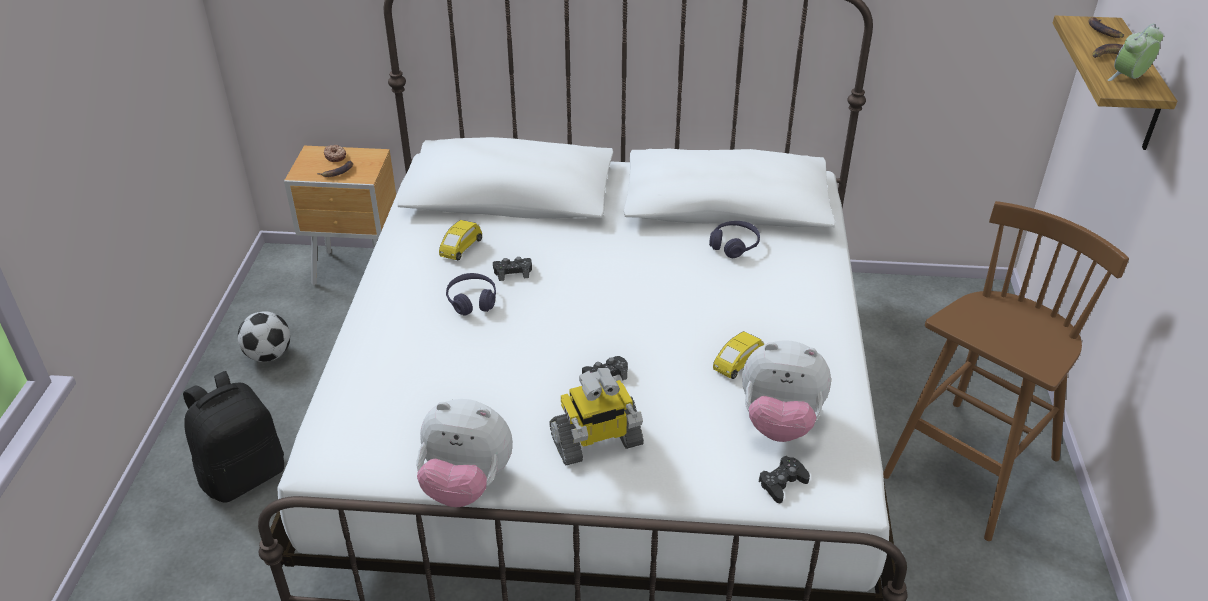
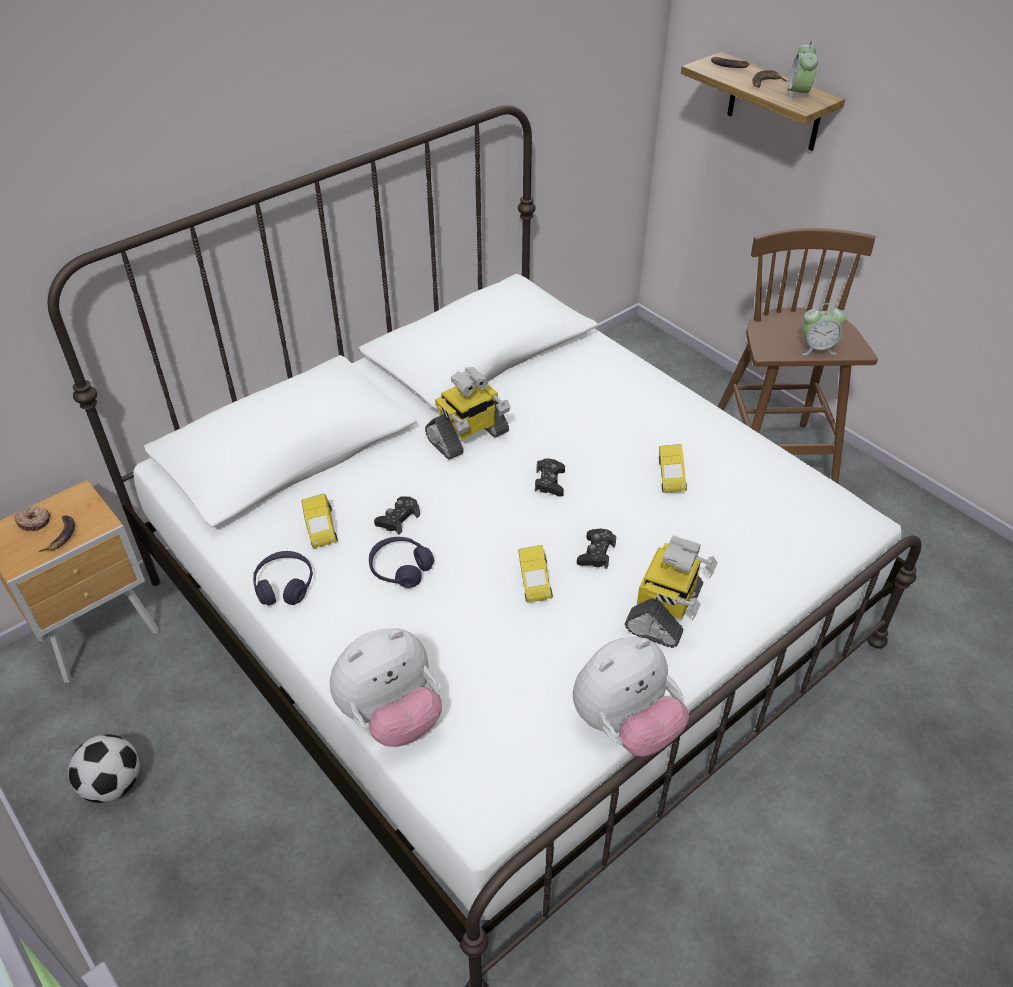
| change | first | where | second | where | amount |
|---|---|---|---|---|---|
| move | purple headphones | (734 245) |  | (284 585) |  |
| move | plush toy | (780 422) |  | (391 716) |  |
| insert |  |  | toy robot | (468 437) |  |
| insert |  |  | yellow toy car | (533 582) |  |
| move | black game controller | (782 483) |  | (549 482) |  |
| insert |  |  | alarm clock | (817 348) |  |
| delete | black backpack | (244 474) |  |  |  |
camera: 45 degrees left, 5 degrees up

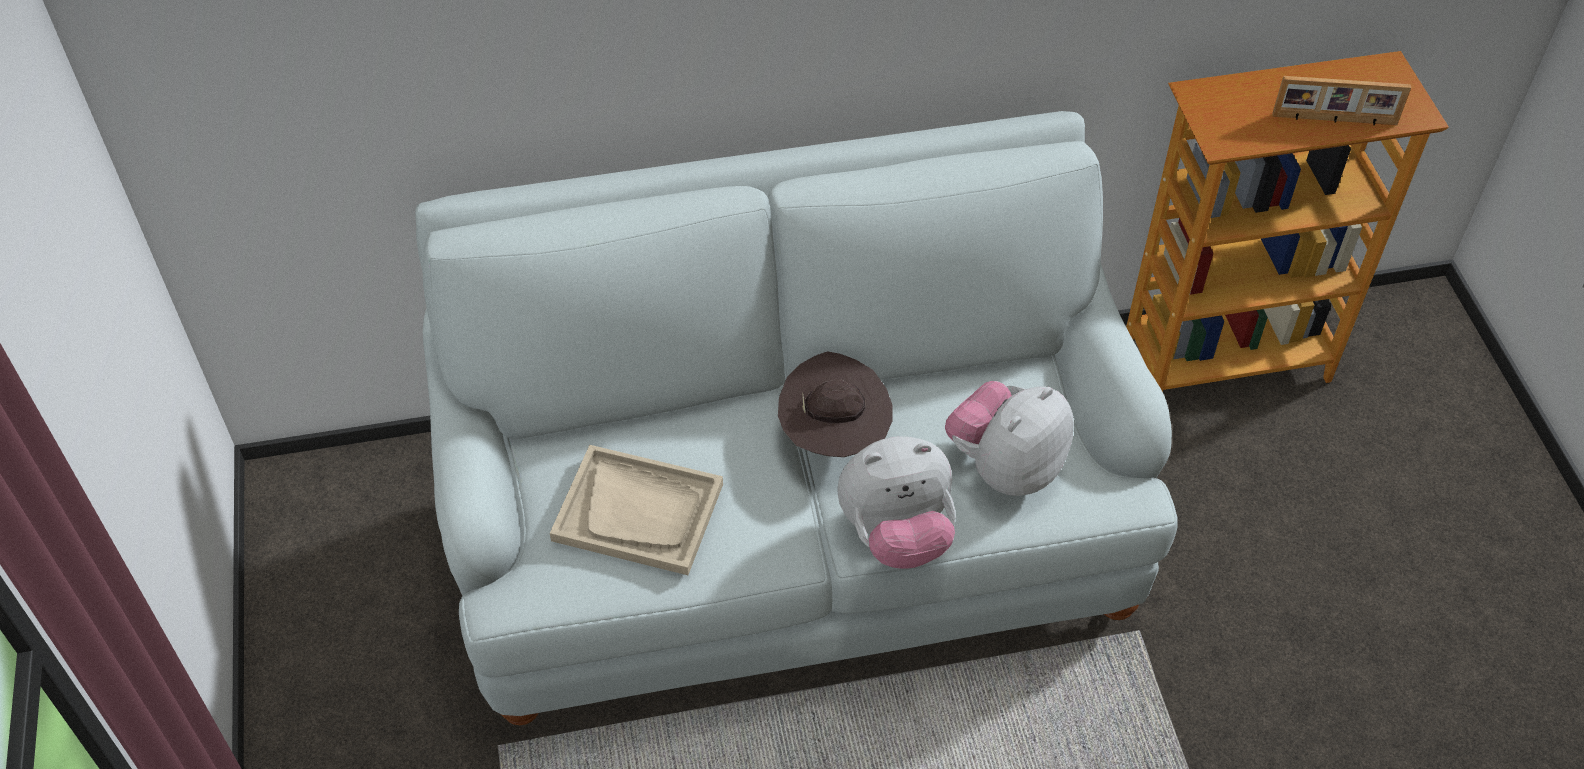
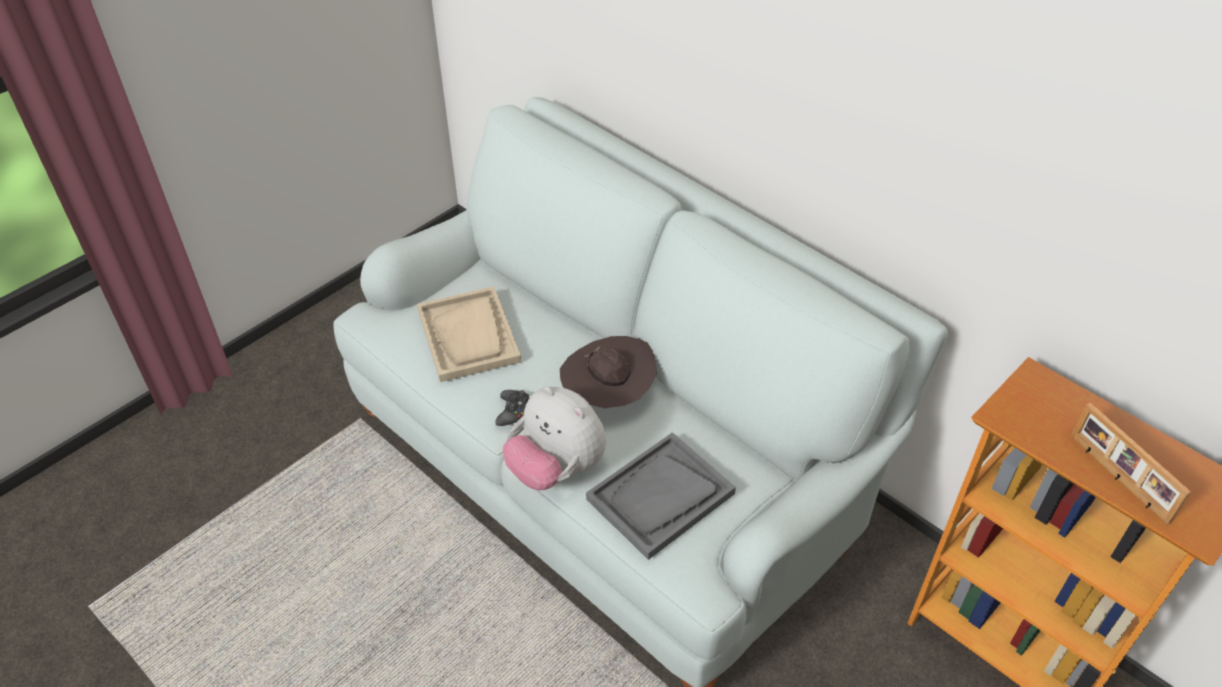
| change | first | where | second | where | amount |
|---|---|---|---|---|---|
| insert |  |  | black game controller | (513 412) |  |
| replace | plush toy | (1005 467) | grey tray | (660 497) |  |
camera: 55 degrees right, 5 degrees down

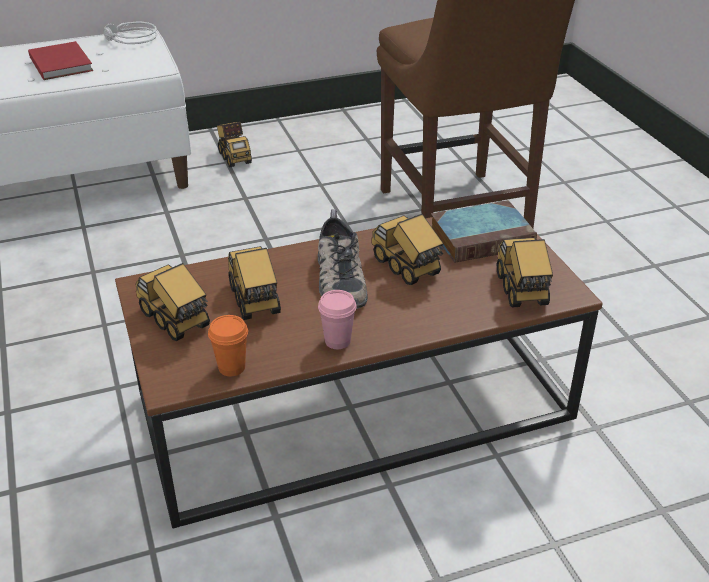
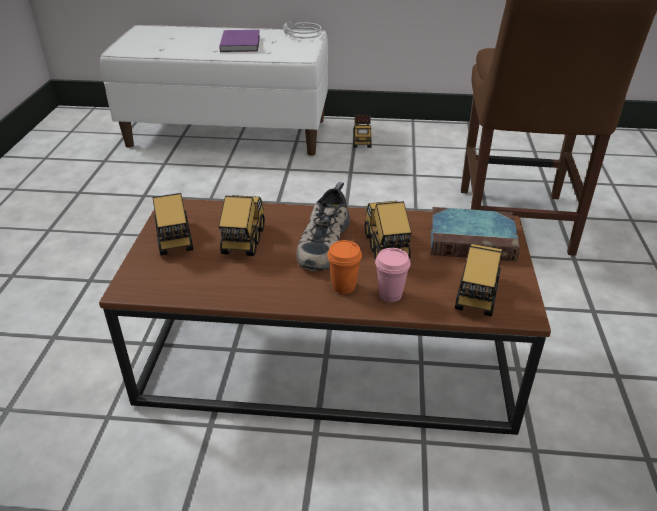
| change | first | where | second | where | amount |
|---|---|---|---|---|---|
| recolor | red book | (61 63) | purple book | (241 43) |  |
| move | orange cup | (232 367) |  | (344 286) |  |
| move | pink cup | (337 341) |  | (390 294) |  |
camera: 25 degrees right, 0 degrees up

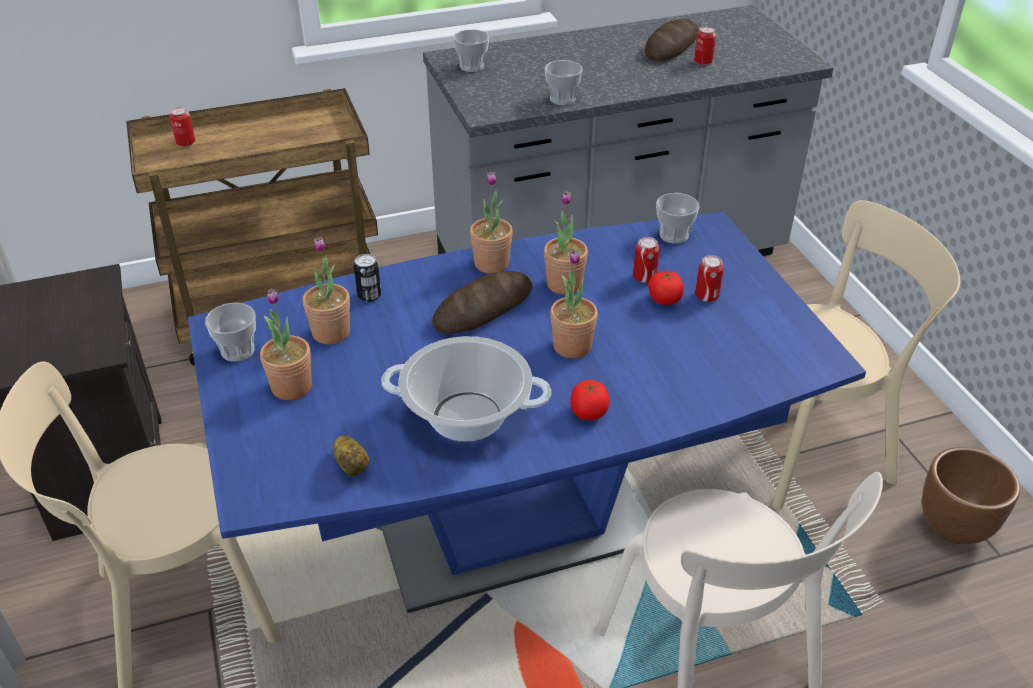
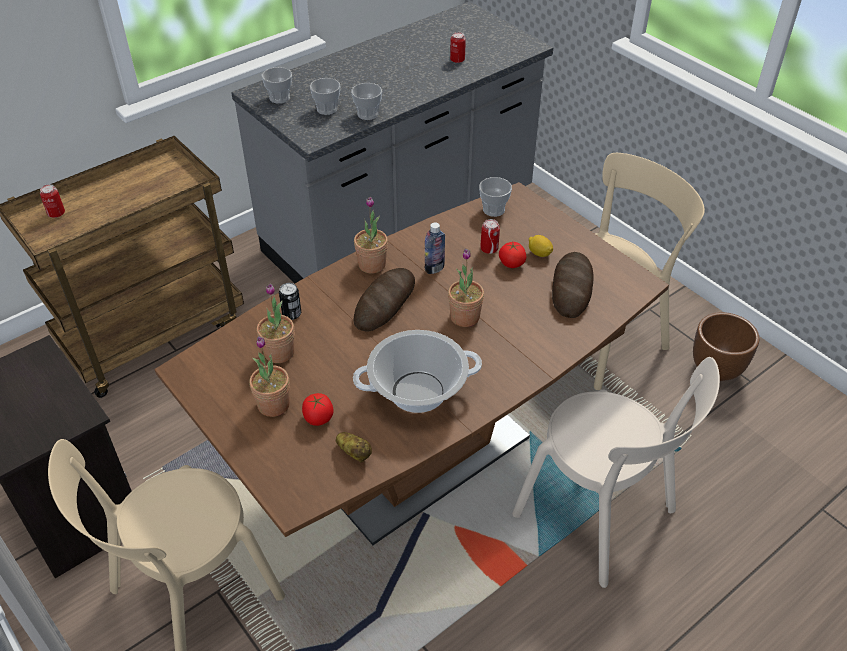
| change | first | where | second | where | amount |
|---|---|---|---|---|---|
| recolor | blue dining table | (516 529) | brown dining table | (423 458) |  |
| move | tomato | (588 412) |  | (318 418) |  |
| move | cup | (238 351) |  | (327 109) |  |
| replace | potted plant | (564 284) | bottle | (434 268) |  |
| replace | can | (706 296) | lemon | (539 253) |  |
| move | bread | (671 46) |  | (572 288) |  |
camera: 20 degrees left, 5 degrees up

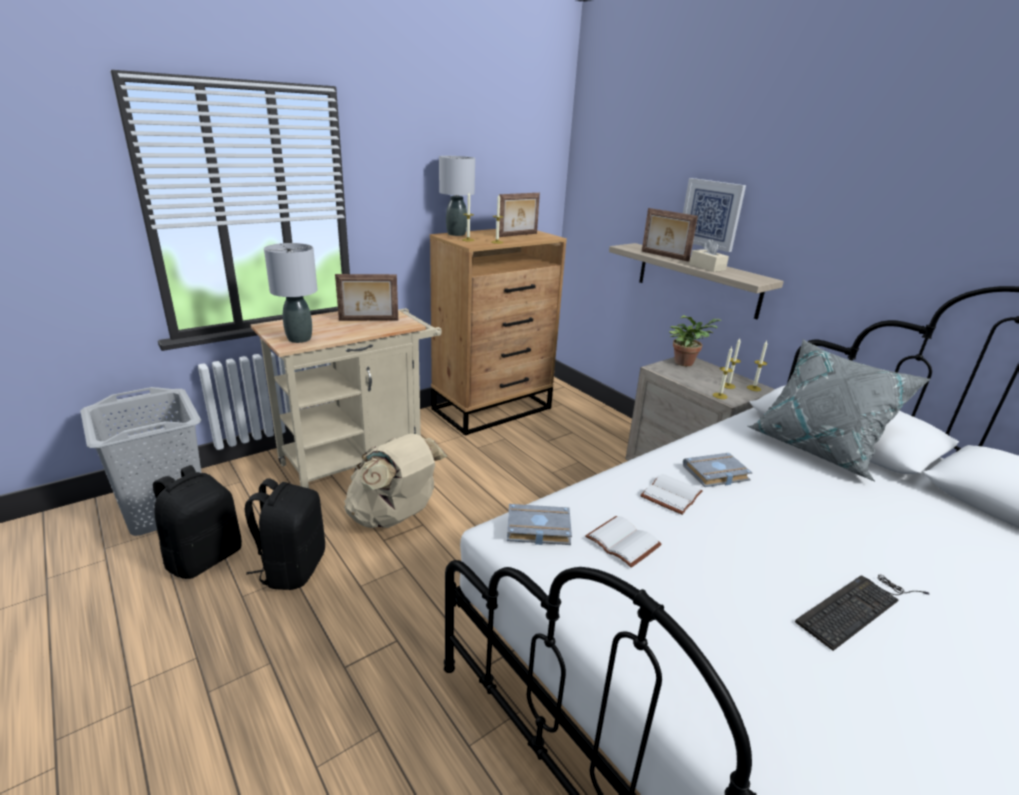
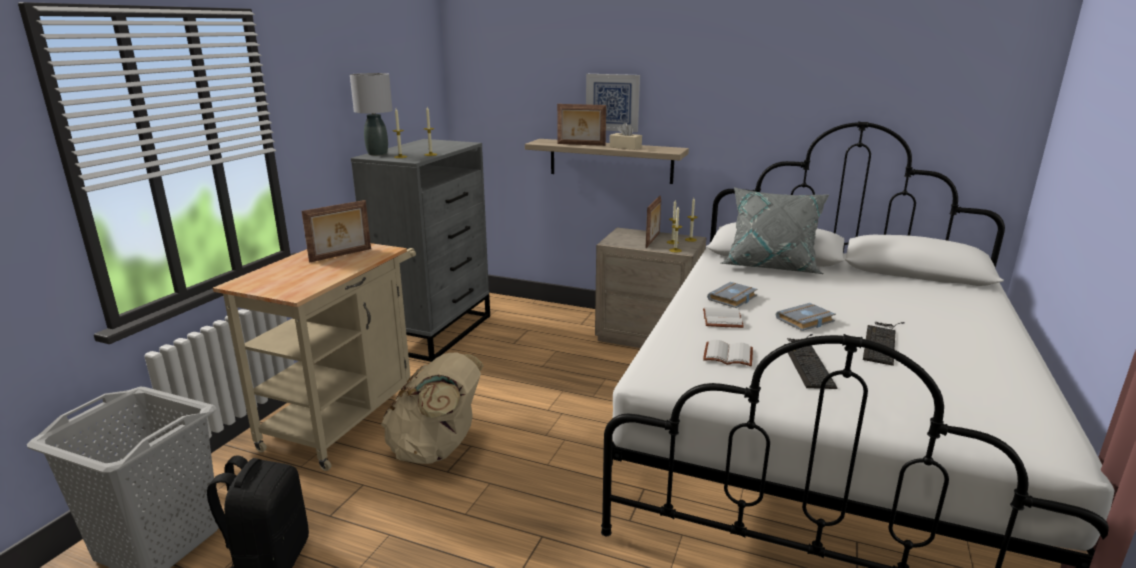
| change | first | where | second | where | amount |
|---|---|---|---|---|---|
| recolor | brown dresser | (493 408) | grey dresser | (436 331) |  |
| move | picture frame | (518 235) |  | (653 240) |  |
| move | grey book | (537 530) |  | (805 321) |  |
| insert |  |  | keyboard | (807 361) |  |
| delete | black backpack | (292 568) |  |  |  |
| delete | grey table lamp | (299 339) |  |  |  |
| delete | potted plant | (685 362) |  |  |  |
camera: 30 degrees left, 5 degrees down

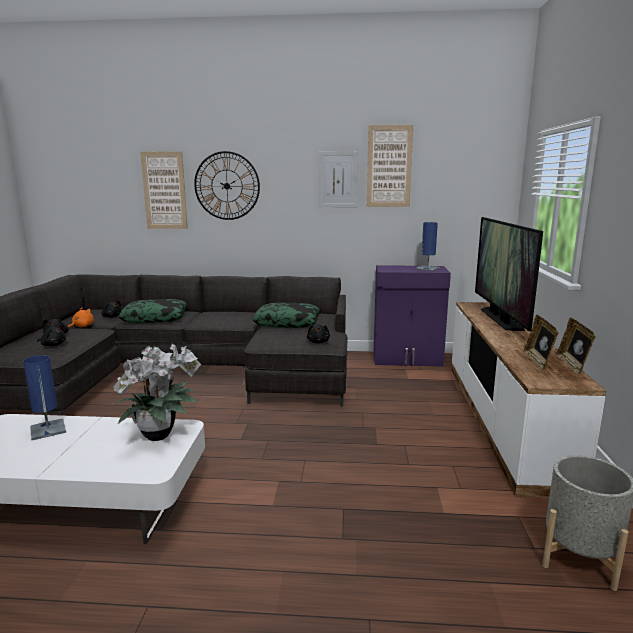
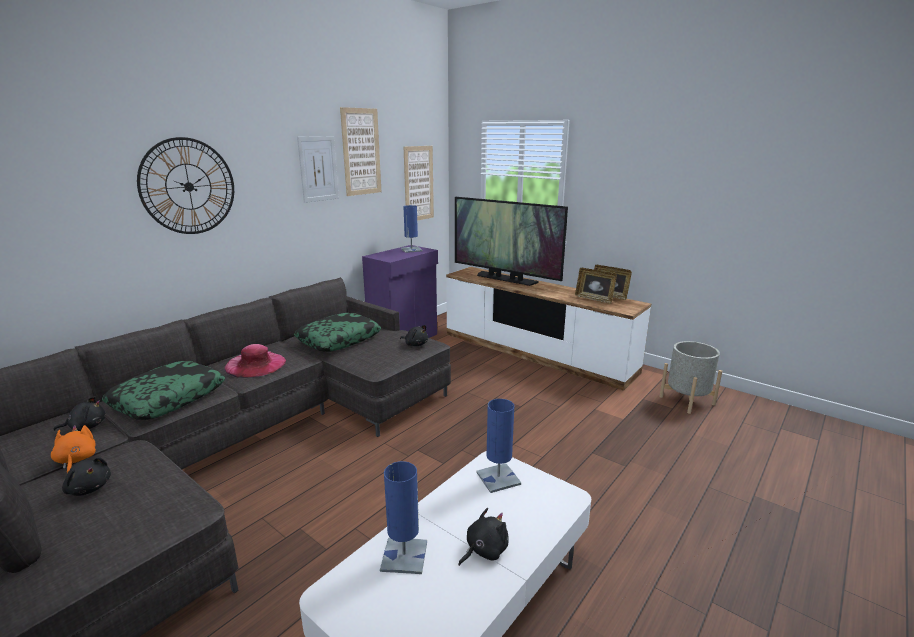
| change | first | where | second | where | amount |
|---|---|---|---|---|---|
| insert |  |  | pink hat | (255 364) |  |
| move | picture | (164 190) |  | (418 183) |  |
| move | black plush toy | (53 345) |  | (484 550) |  |
| replace | potted plant | (161 435) | blue table lamp | (498 478) |  |
camera: 55 degrees left, 5 degrees up

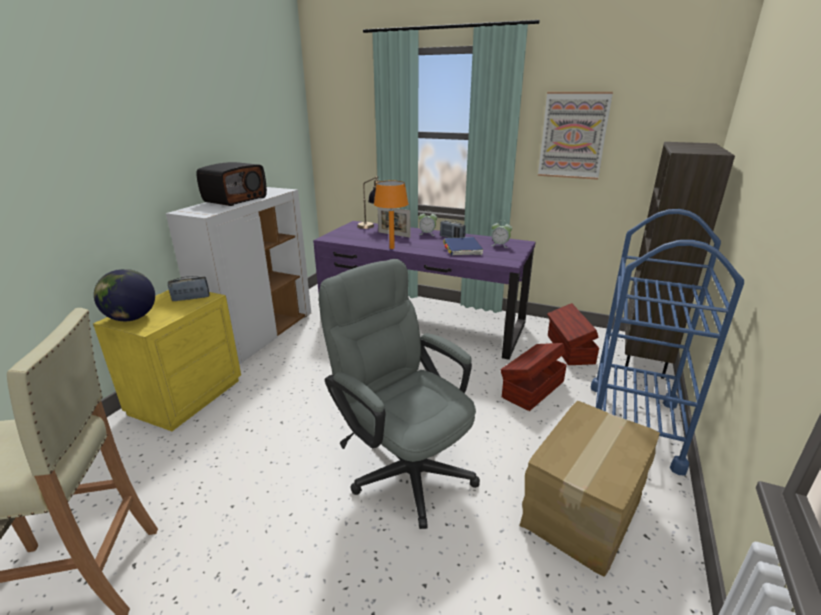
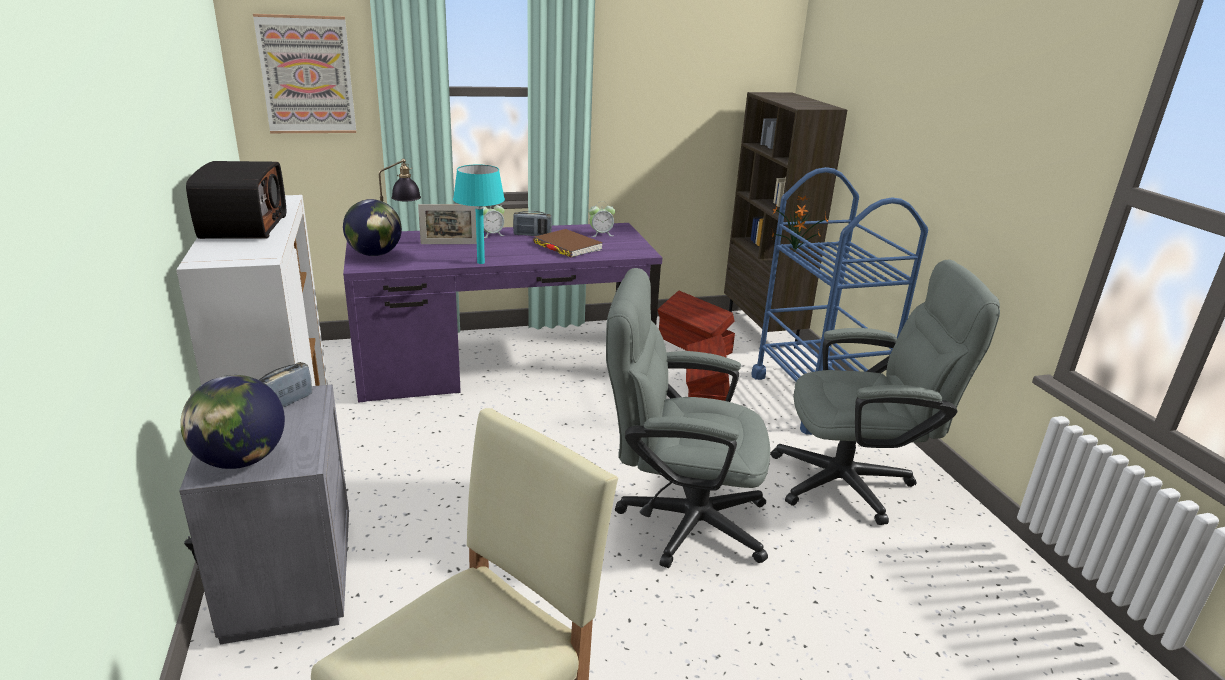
| change | first | where | second | where | amount |
|---|---|---|---|---|---|
| recolor | yellow nightstand | (185 397) | grey nightstand | (287 577) |  |
| move | picture | (573 136) |  | (307 75) |  |
| insert |  |  | globe | (375 254) |  |
| recolor | orange table lamp | (392 248) | turquoise table lamp | (481 262) |  |
| recolor | blue book | (462 249) | brown book | (567 247) |  |
| replace | cardboard box | (584 510) | grey office chair | (855 482) |  |
| insert |  |  | potted plant | (796 250) |  |
camera: 40 degrees left, 0 degrees up

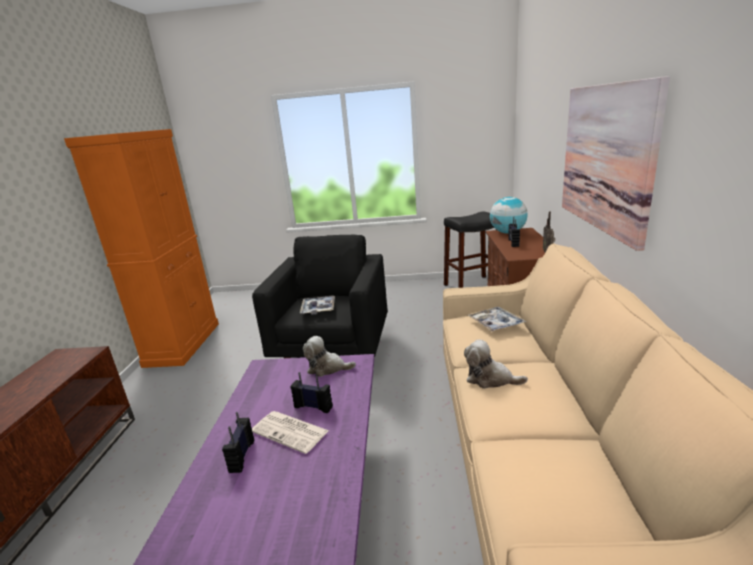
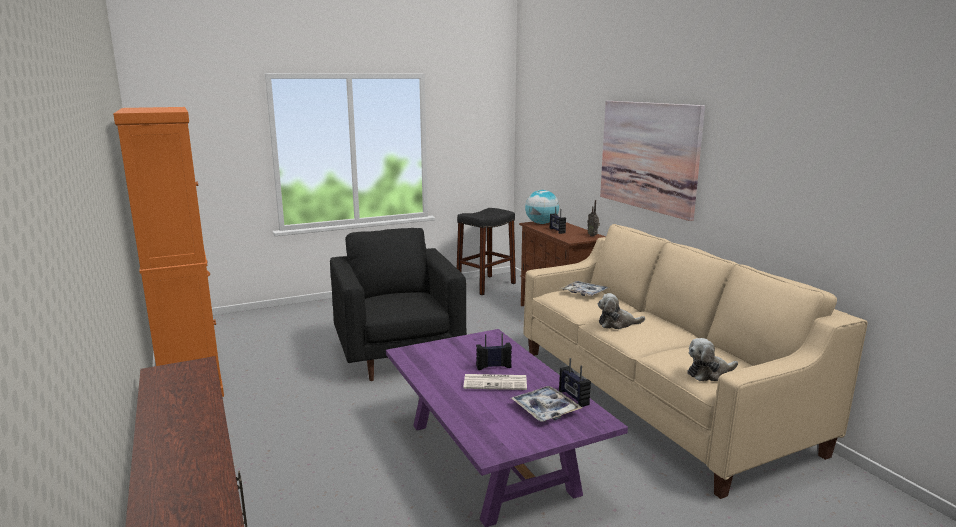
| change | first | where | second | where | amount |
|---|---|---|---|---|---|
| move | tray | (318 308) |  | (545 409) |  |
| move | radio | (241 456) |  | (573 398) |  |
| move | plush toy | (327 368) |  | (709 373) |  |
camera: 30 degrees left, 5 degrees down

